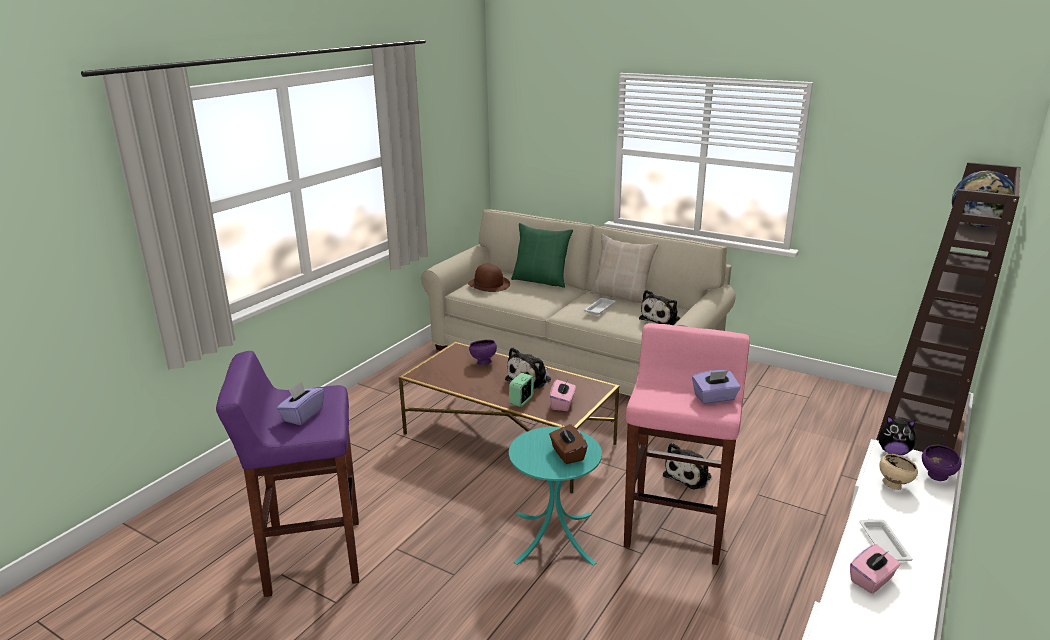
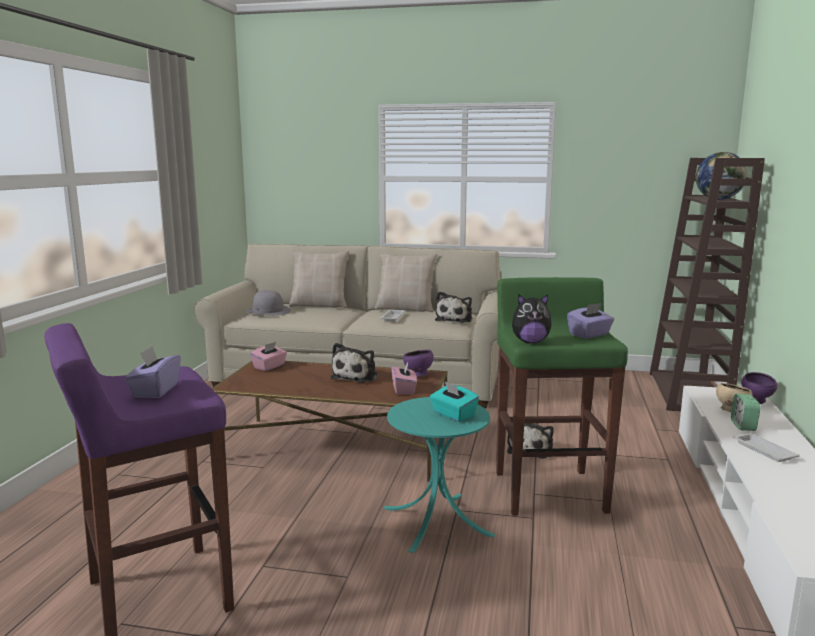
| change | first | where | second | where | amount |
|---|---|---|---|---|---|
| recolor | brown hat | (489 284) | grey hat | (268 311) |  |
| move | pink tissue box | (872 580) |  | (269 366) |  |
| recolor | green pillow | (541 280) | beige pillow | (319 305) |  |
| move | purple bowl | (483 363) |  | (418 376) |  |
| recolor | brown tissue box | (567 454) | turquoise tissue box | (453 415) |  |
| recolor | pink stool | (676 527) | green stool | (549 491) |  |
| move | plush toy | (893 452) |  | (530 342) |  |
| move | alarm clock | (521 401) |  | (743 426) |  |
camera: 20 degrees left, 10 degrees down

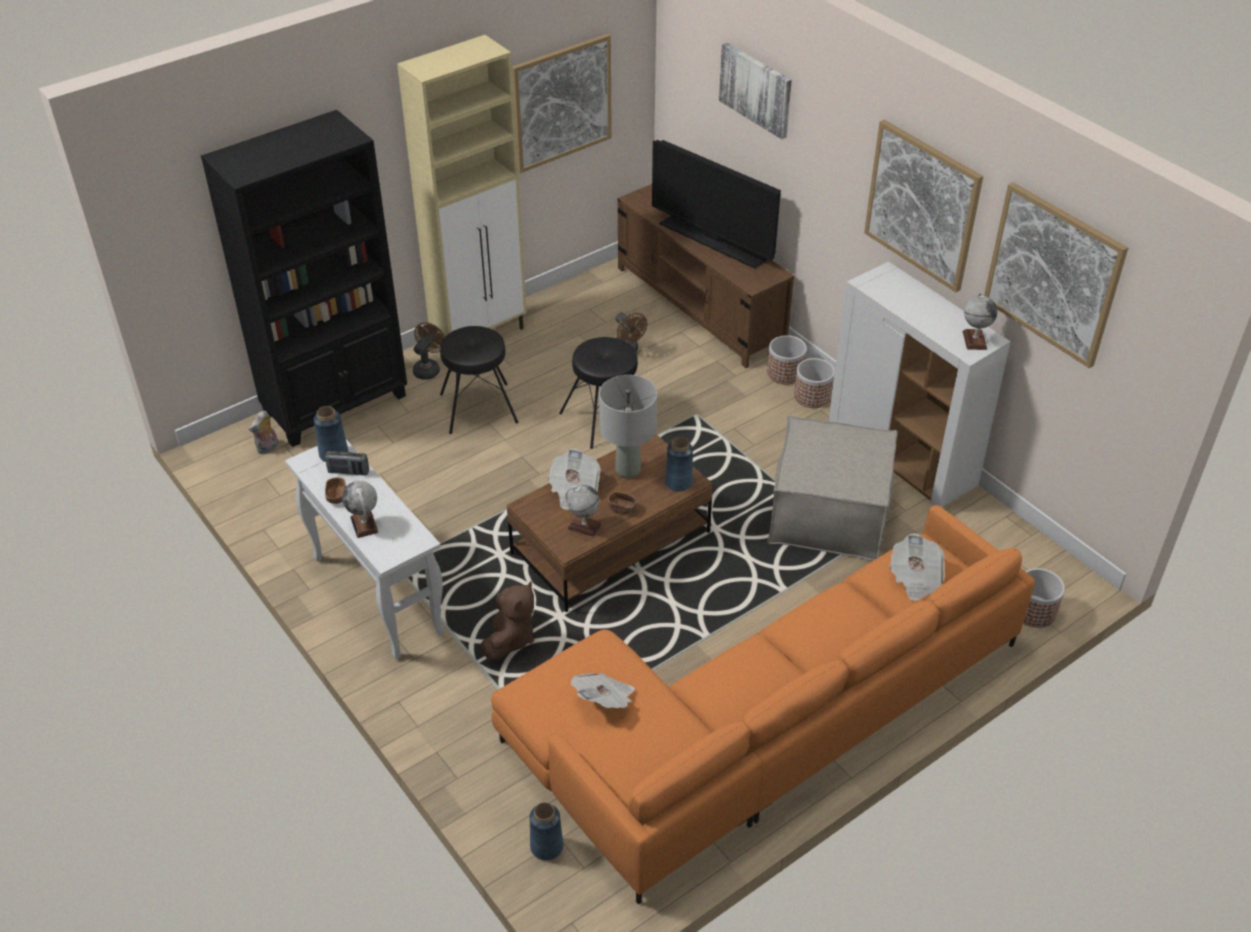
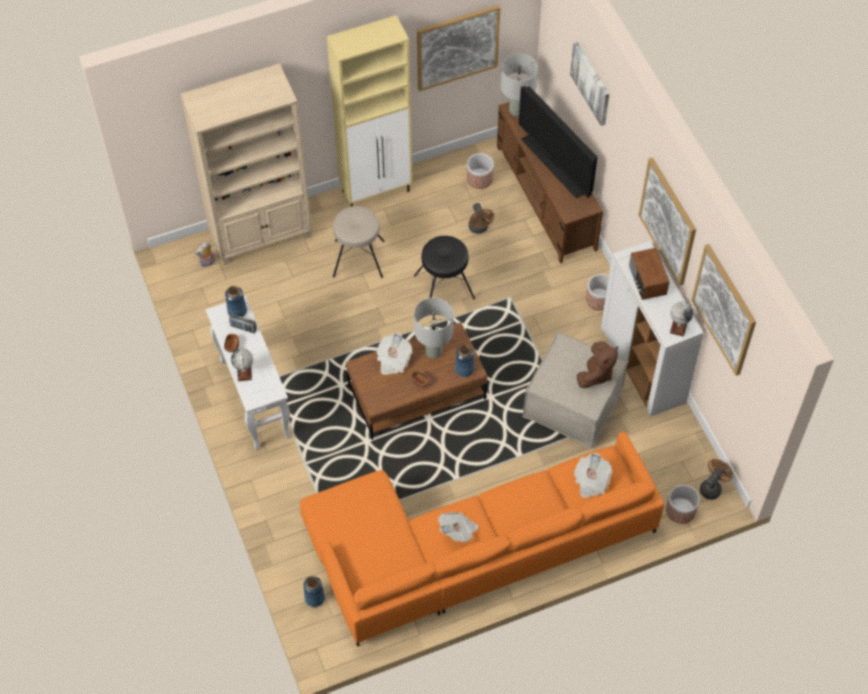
| change | first | where | second | where | amount |
|---|---|---|---|---|---|
| recolor | black bookcase | (337 405) | beige bookcase | (261 234) |  |
| recolor | black stool | (478 407) | beige stool | (358 258) |  |
| move | newspaper | (605 700) |  | (458 531) |  |
| move | planter | (785 373) |  | (480 179) |  |
| insert |  |  | grey table lamp | (516 110) |  |
| move | brown plush toy | (510 638) |  | (596 373) |  |
| insert |  |  | radio | (646 281) |  |
| move | brown fan | (428 368) |  | (712 487) |  |
| delete | globe | (584 526) |  |  |  |
camera: 15 degrees right, 15 degrees up

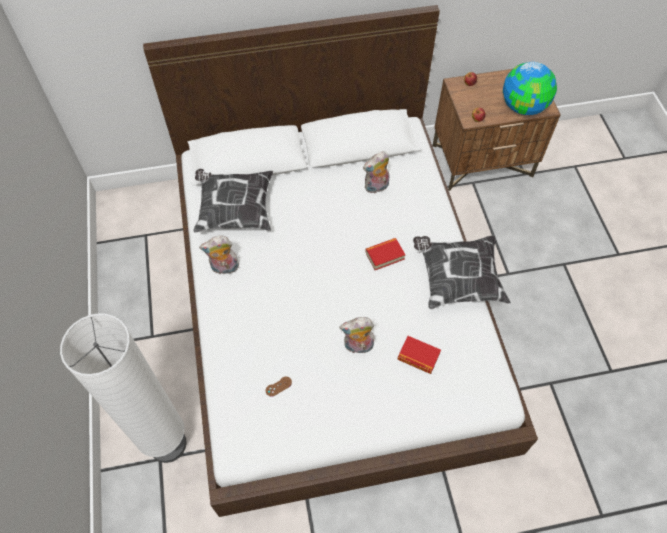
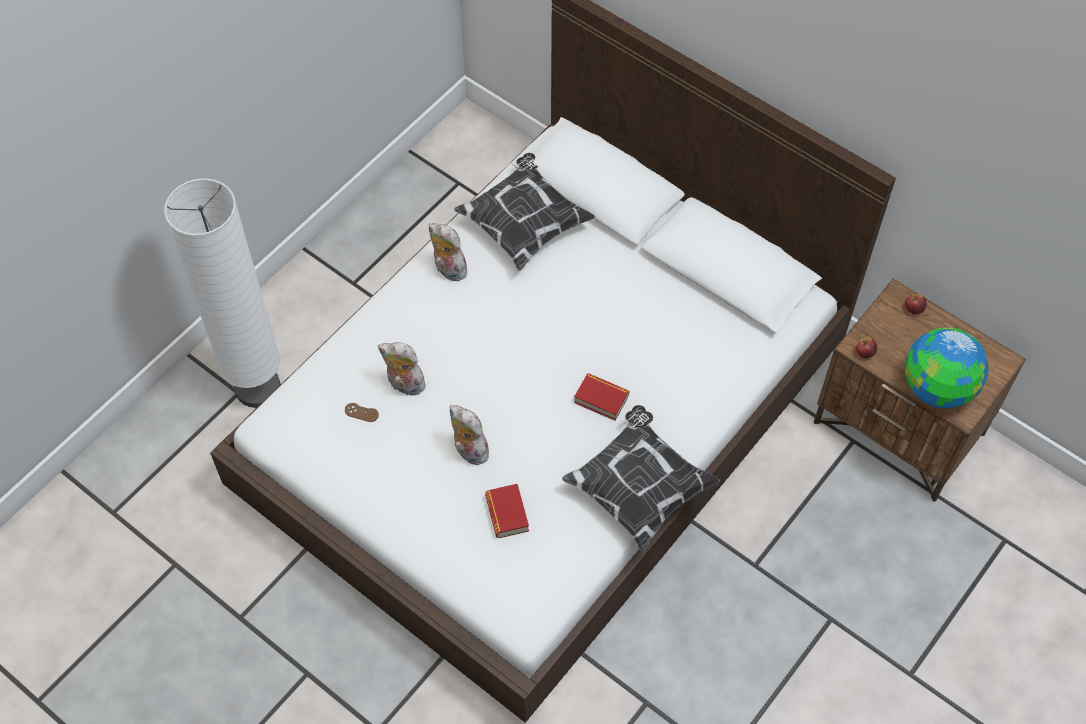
| change | first | where | second | where | amount |
|---|---|---|---|---|---|
| move | plush toy | (376 187) |  | (404 385) |  |
camera: 50 degrees right, 0 degrees up

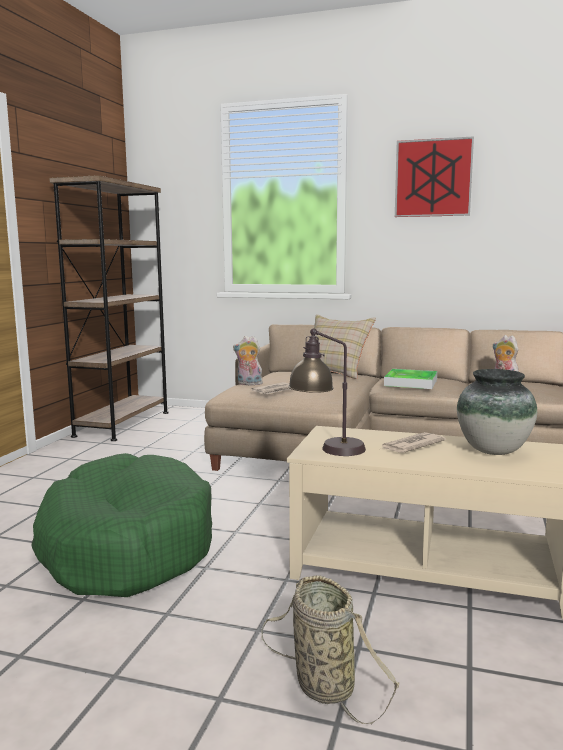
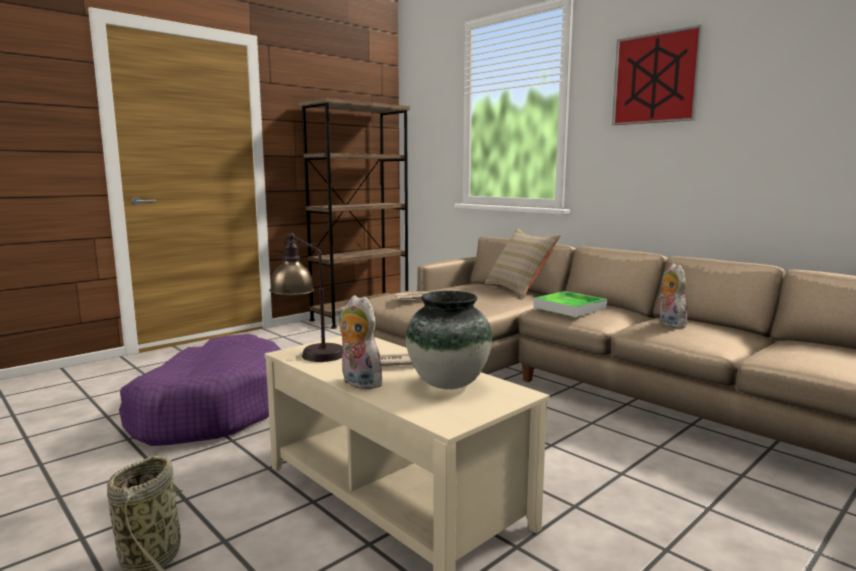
| change | first | where | second | where | amount |
|---|---|---|---|---|---|
| recolor | green dog bed | (126 546) | purple dog bed | (211 409) |  |
| move | plush toy | (248 384) |  | (358 383) |  |
camera: 30 degrees right, 0 degrees up

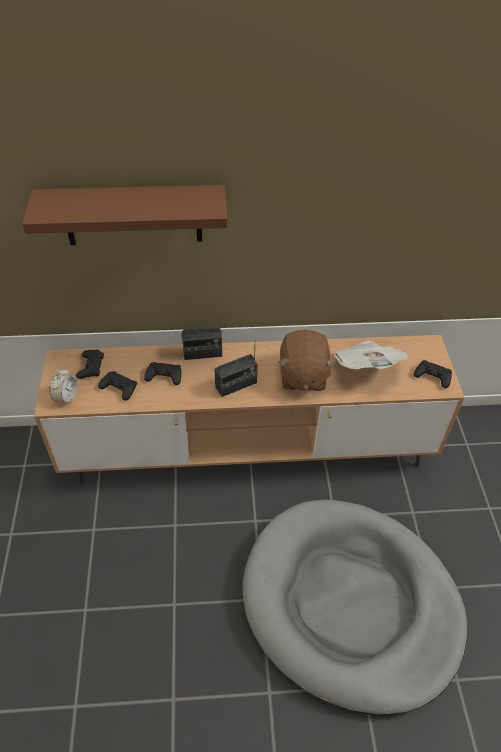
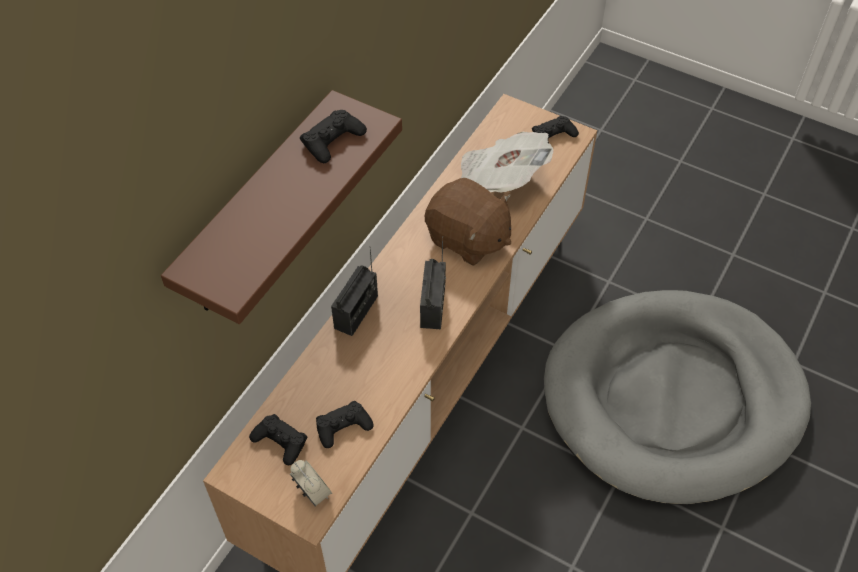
| change | first | where | second | where | amount |
|---|---|---|---|---|---|
| move | black game controller | (164 376) |  | (332 140) |  |
camera: 55 degrees left, 5 degrees up

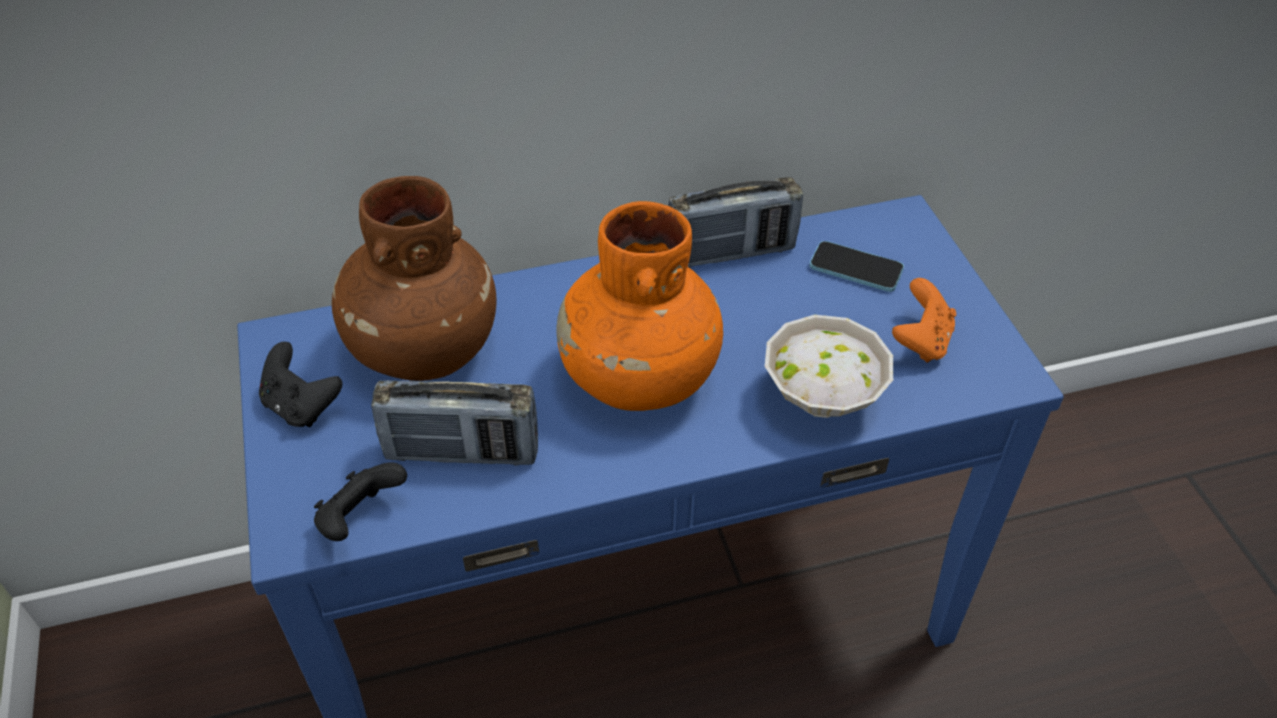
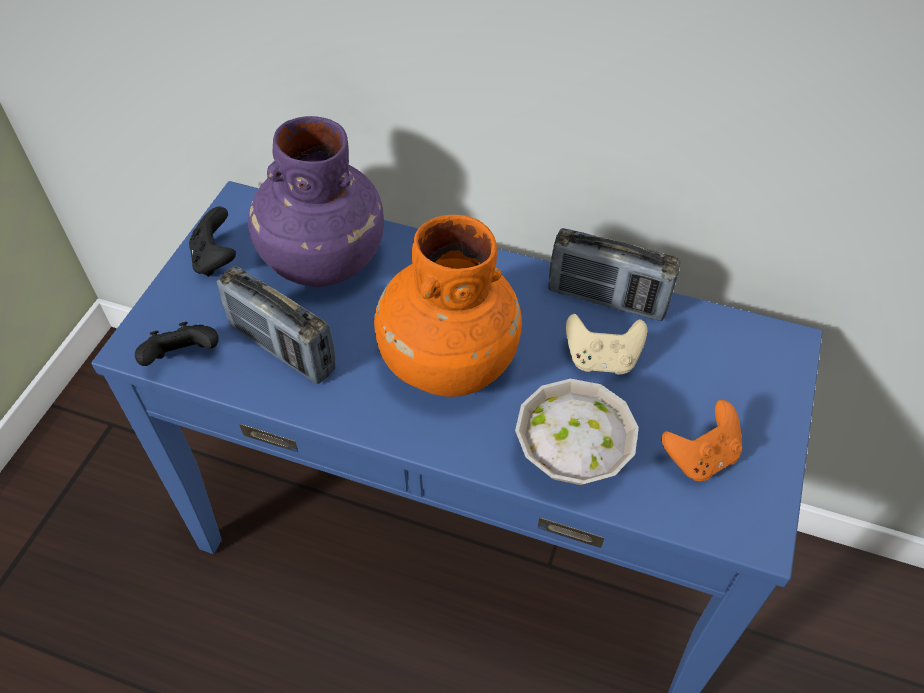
| change | first | where | second | where | amount |
|---|---|---|---|---|---|
| recolor | brown vase | (423 349) | purple vase | (322 259) |  |
| insert |  |  | beige game controller | (601 359) |  |
| delete | phone | (856 268) |  |  |  |
camera: 35 degrees right, 5 degrees up

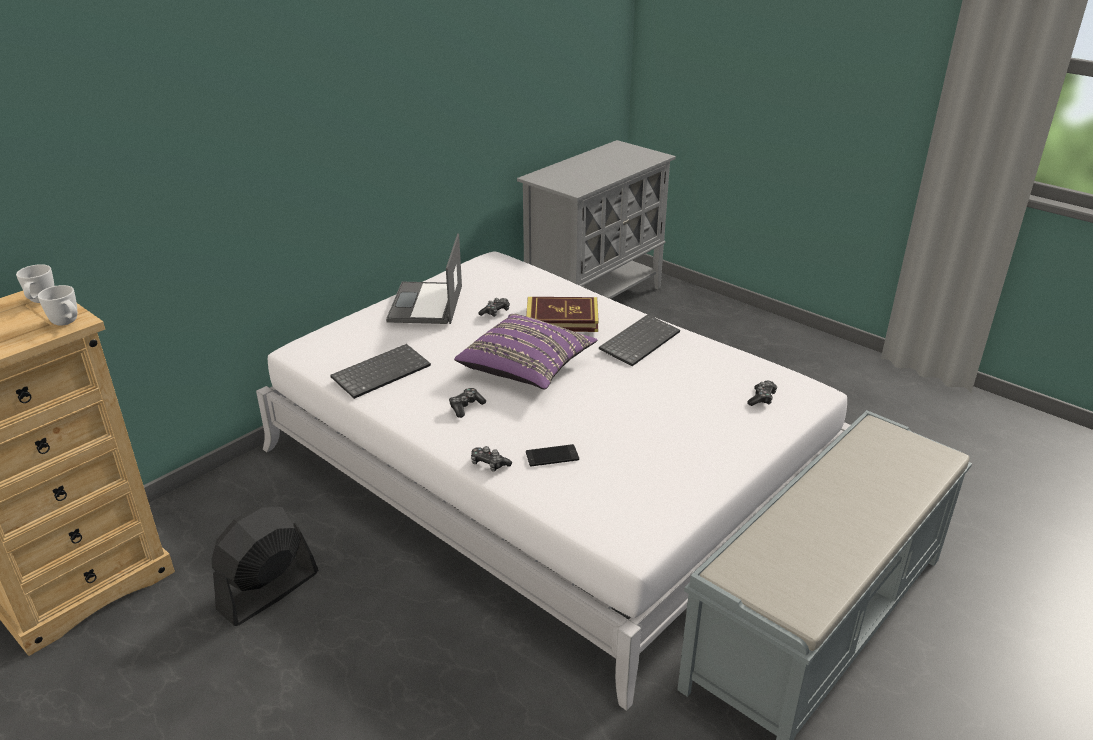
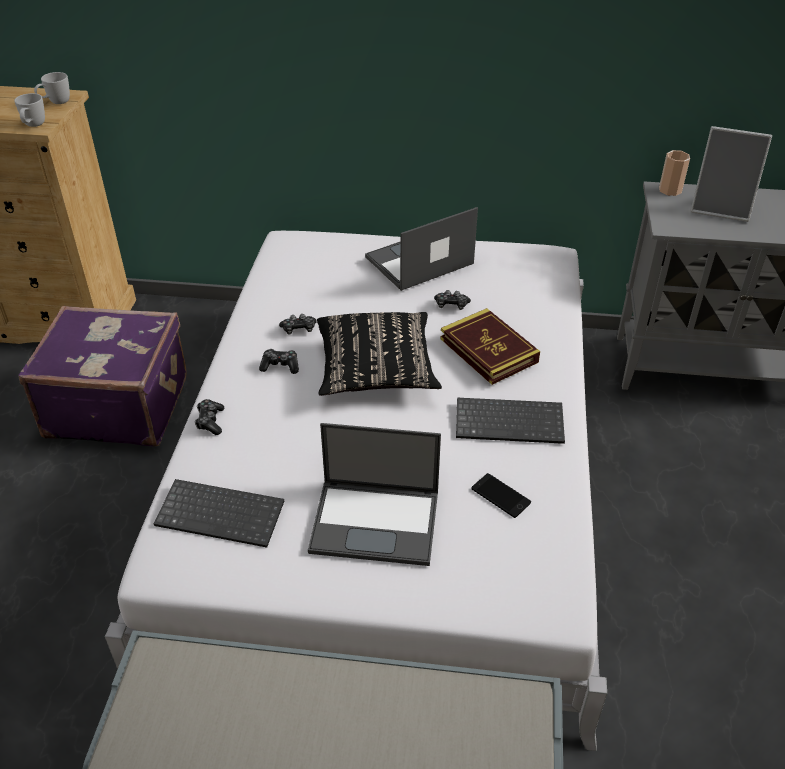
| change | first | where | second | where | amount |
|---|---|---|---|---|---|
| replace | black fan | (268 591) | purple suitcase | (118 405) |  |
| move | keyboard | (381 372) |  | (222 513) |  |
| move | game controller | (762 398) |  | (298 329) |  |
| insert |  |  | laptop | (377 521) |  |
| recolor | purple pillow | (526 368) | black pillow | (376 371) |  |
| move | phone | (552 456) |  | (500 496) |  |
| insert |  |  | cup | (670 190) |  |
| insert |  |  | picture frame | (721 208) |  |
camera: 55 degrees right, 10 degrees up

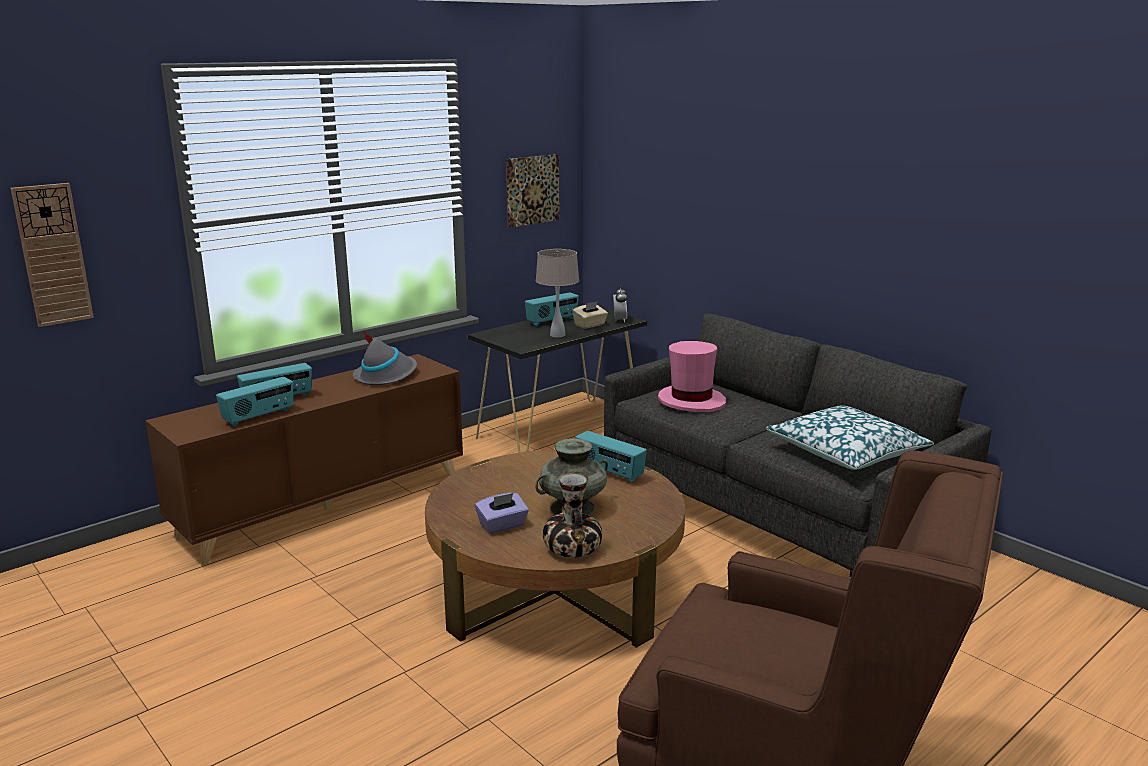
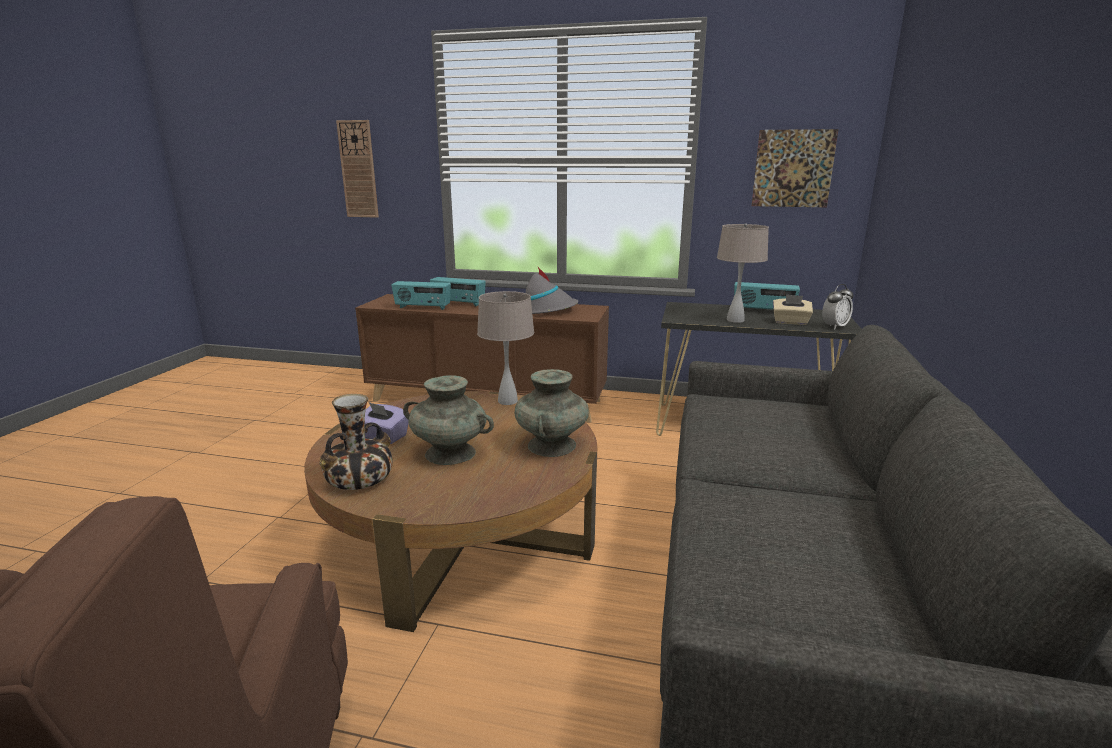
| change | first | where | second | where | amount |
|---|---|---|---|---|---|
| insert |  |  | beige table lamp | (508 401) |  |
| replace | radio | (609 472) | turquoise vase | (551 446) |  |
| delete | pink hat | (691 401) |  |  |  |
| delete | pillow | (846 452) |  |  |  |
camera: 55 degrees right, 0 degrees up

